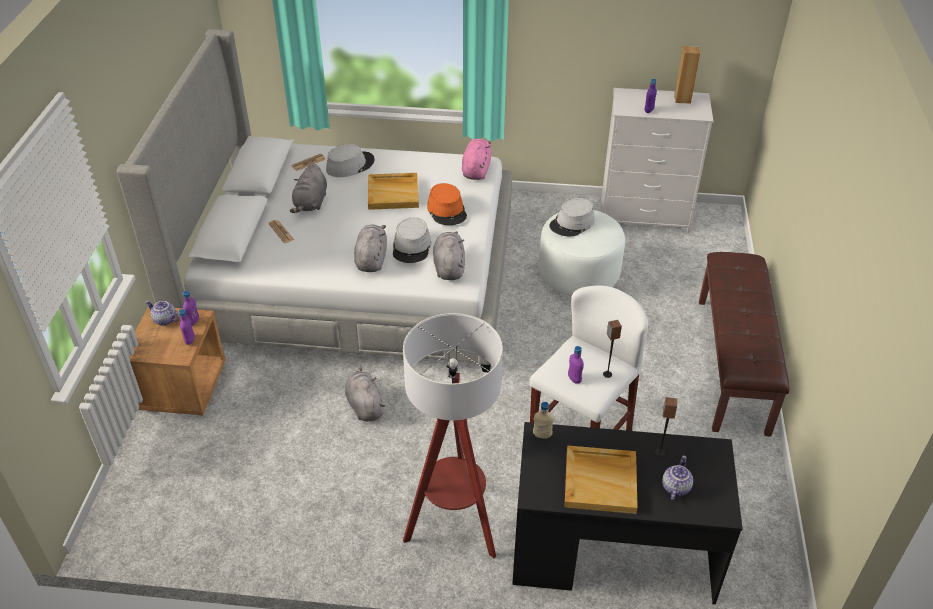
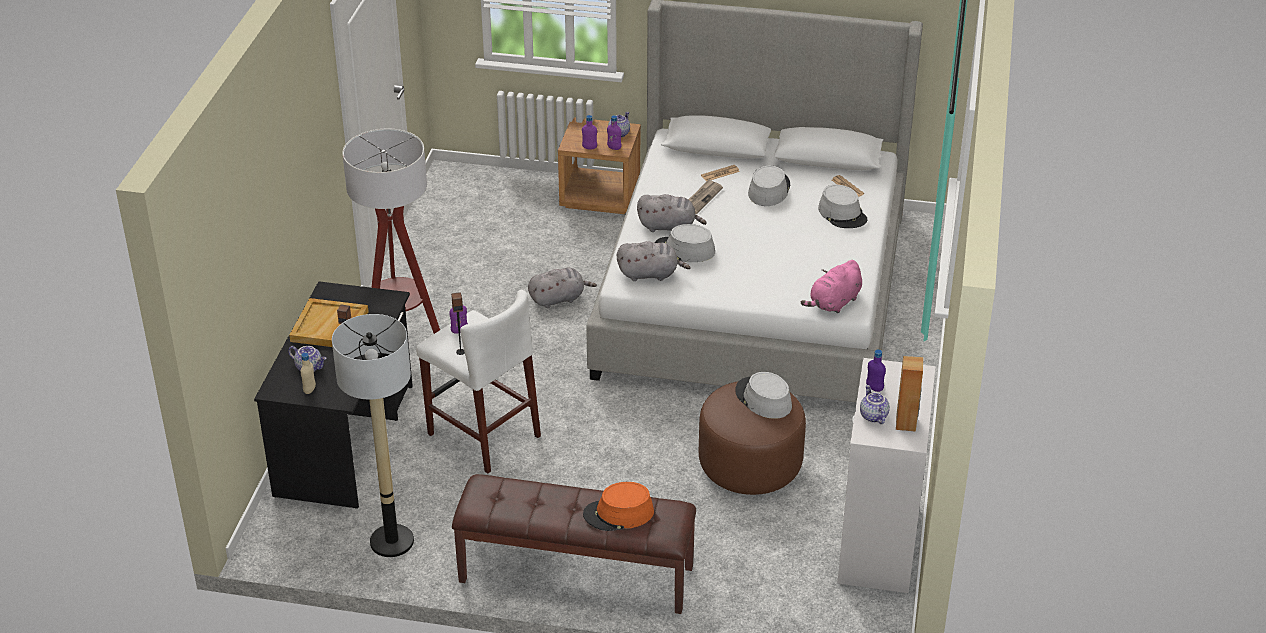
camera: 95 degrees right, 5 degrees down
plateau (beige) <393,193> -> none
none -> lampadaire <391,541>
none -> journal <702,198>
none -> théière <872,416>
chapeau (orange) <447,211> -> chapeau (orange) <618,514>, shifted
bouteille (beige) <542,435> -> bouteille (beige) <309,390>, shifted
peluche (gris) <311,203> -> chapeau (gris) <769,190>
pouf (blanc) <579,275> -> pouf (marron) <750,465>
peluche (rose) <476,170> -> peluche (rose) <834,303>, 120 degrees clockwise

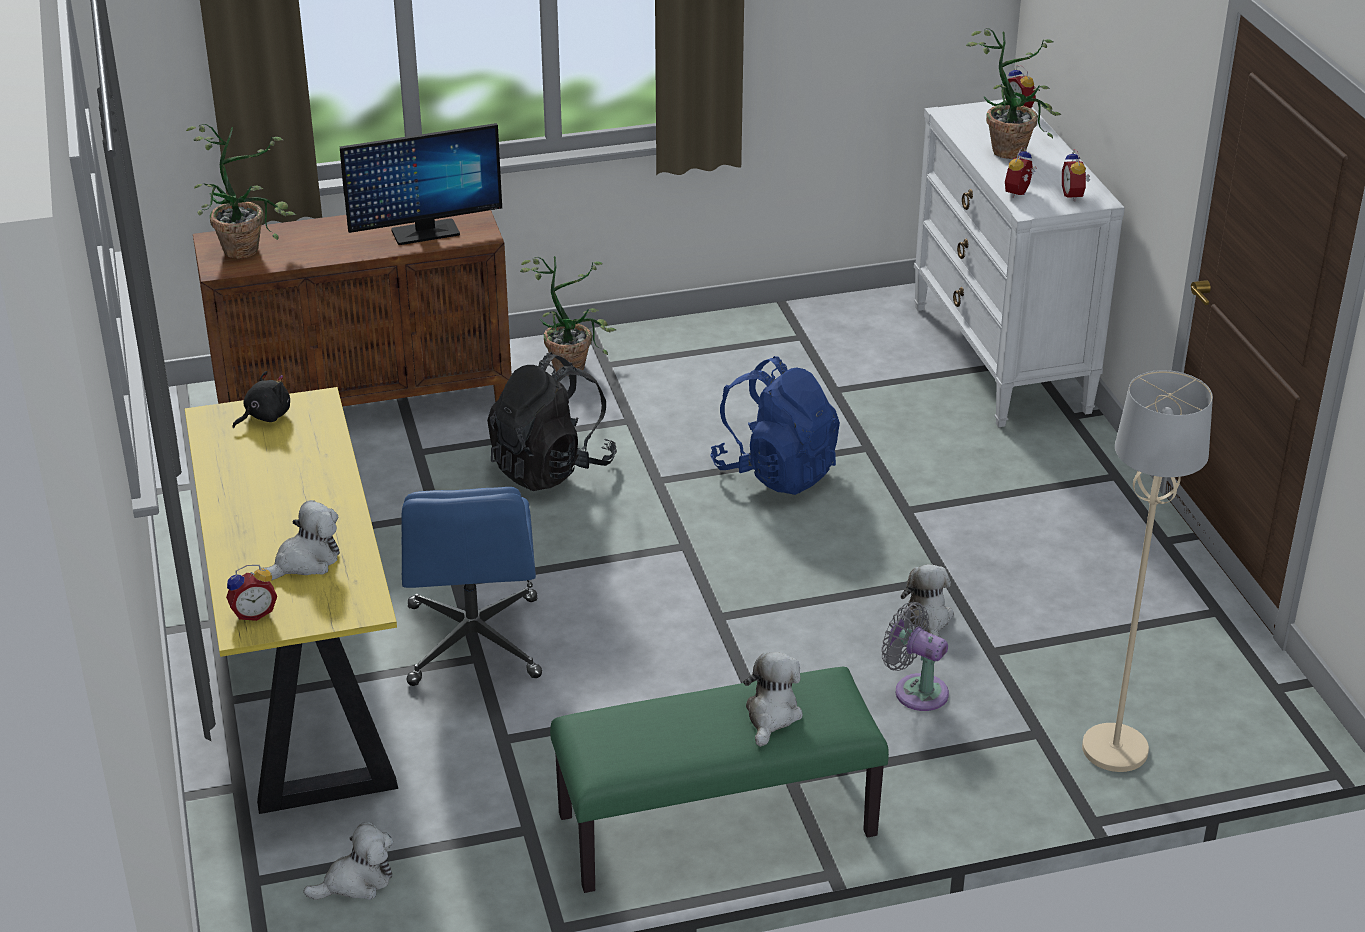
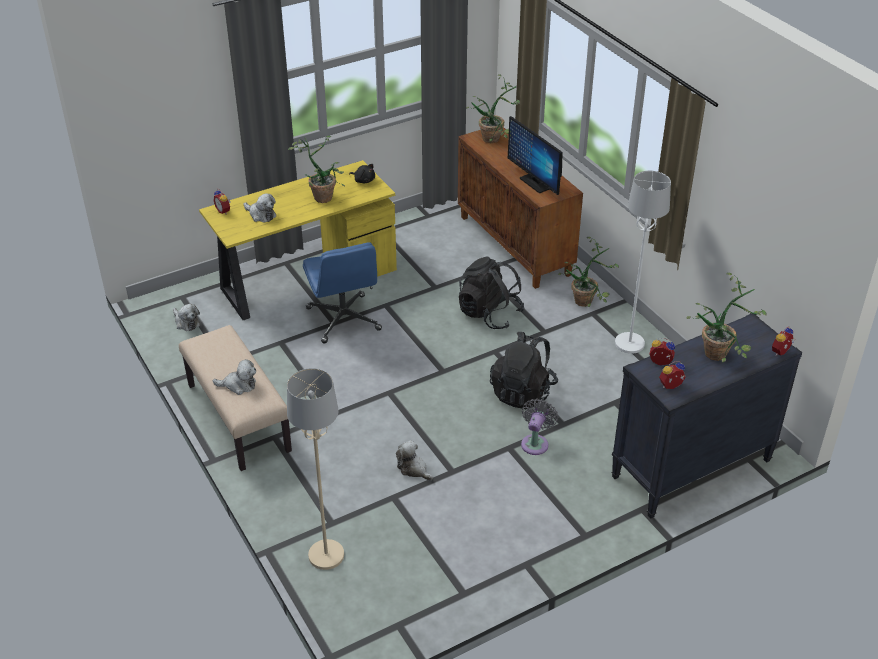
camera: 75 degrees right, 5 degrees up
none -> plante en pot <323,195>
none -> lampadaire (blanc) <630,344>
ventilateur (gris) <916,690> -> ventilateur (gris) <535,442>, shifted
banc (vert) <716,827> -> banc (beige) <237,418>
sac à dos (bleu) <776,471> -> sac à dos (noir) <523,392>
commode (blanc) <1001,358> -> commode (noir) <691,469>
chaise de bureau (bleu) <474,643> -> chaise de bureau (bleu) <344,319>, 90 degrees counterclockwise
peluche <928,619> -> peluche <413,469>, 120 degrees counterclockwise

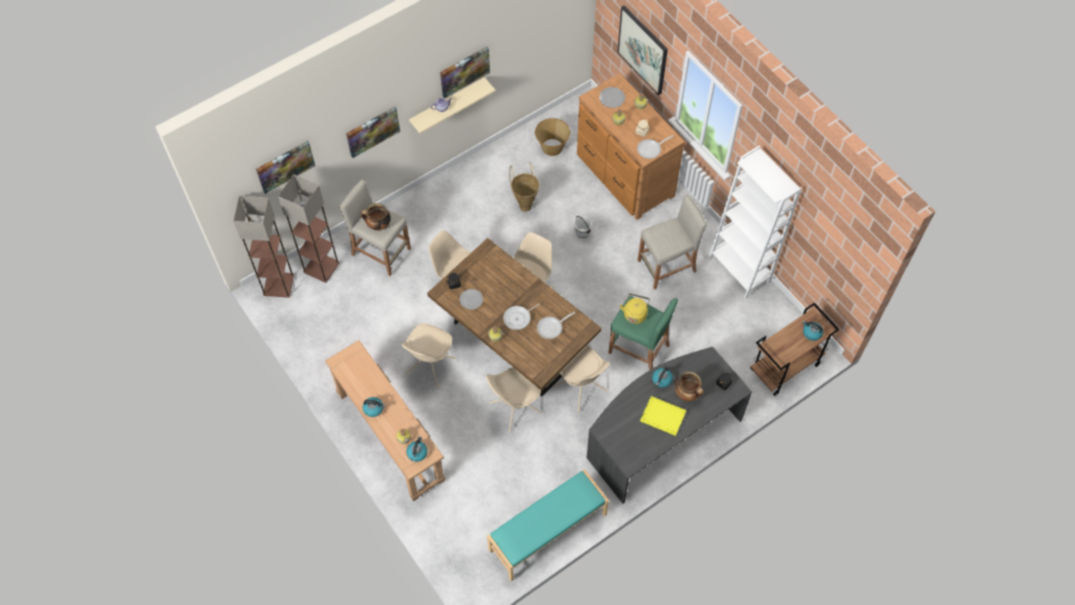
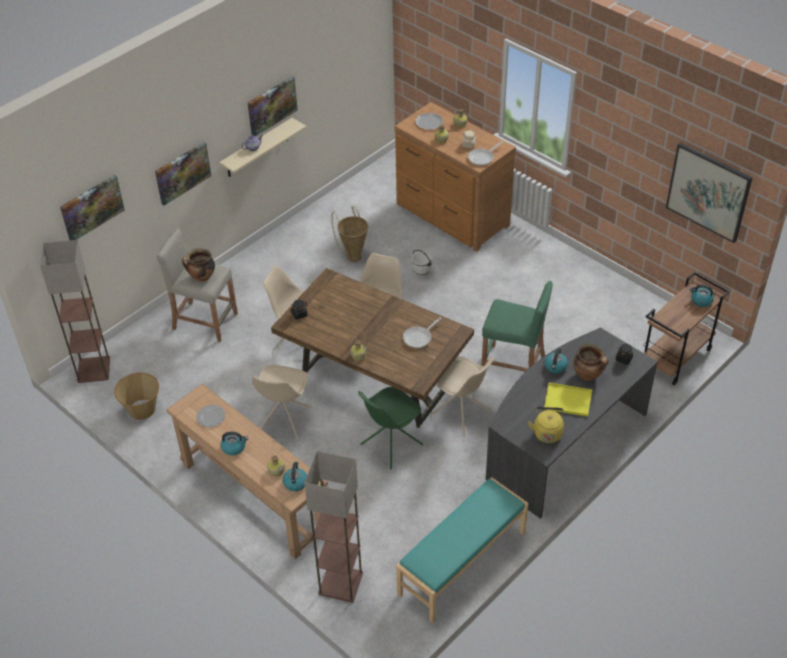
camera: 10 degrees left, 15 degrees down
poêle <518,318> -> none
tabouret (beige) <667,266> -> none
bibliothèque (blanc) <739,270> -> none
lampadaire <322,267> -> lampadaire <341,583>, shifted
assiette <471,299> -> assiette <210,417>, shifted
panier <552,147> -> panier <142,409>, shifted
tableau <643,49> -> tableau <708,192>, shifted
bouilloire (jaune) <635,313> -> bouilloire (jaune) <547,432>, shifted
chaise (beige) <514,408> -> chaise (vert) <390,445>

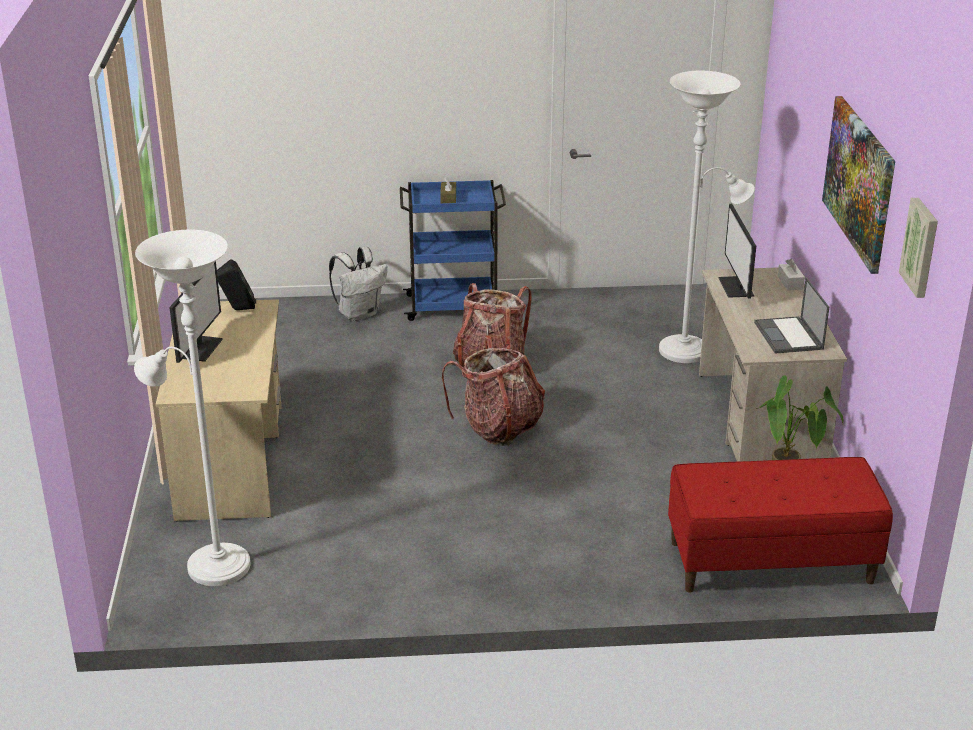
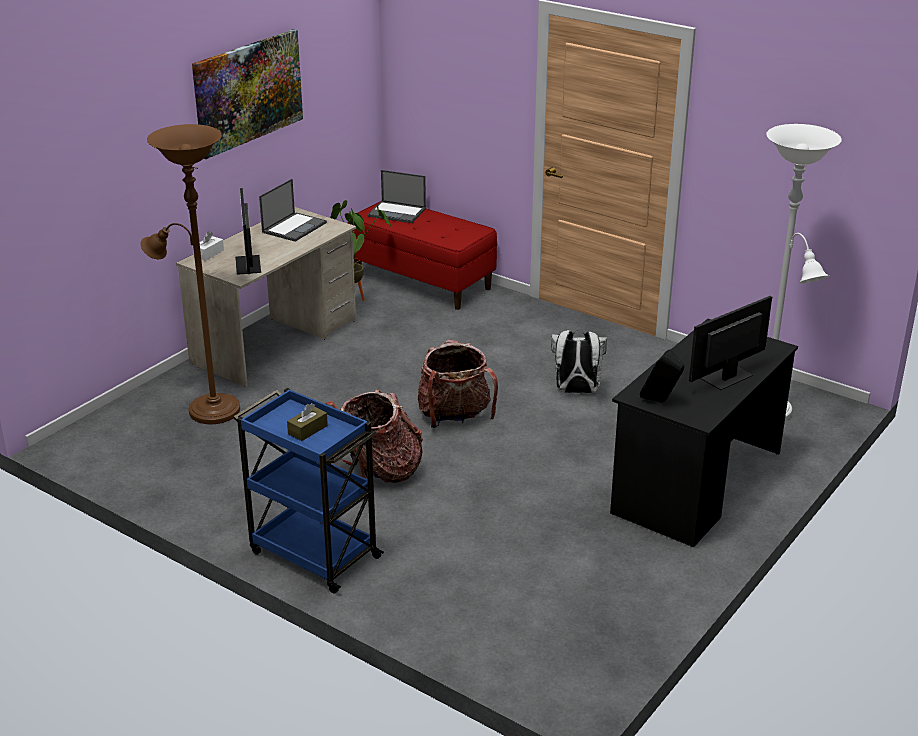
camera: 140 degrees left, 0 degrees up
tableau <921,247> -> none
none -> ordinateur portable <397,212>
sac à dos (blanc) <359,314> -> sac à dos (blanc) <576,391>, shifted
bureau (beige) <231,461> -> bureau (noir) <697,483>
lampadaire (blanc) <690,349> -> lampadaire (marron) <208,409>
écran d'ordinateur <737,287> -> écran d'ordinateur <249,265>, 135 degrees clockwise

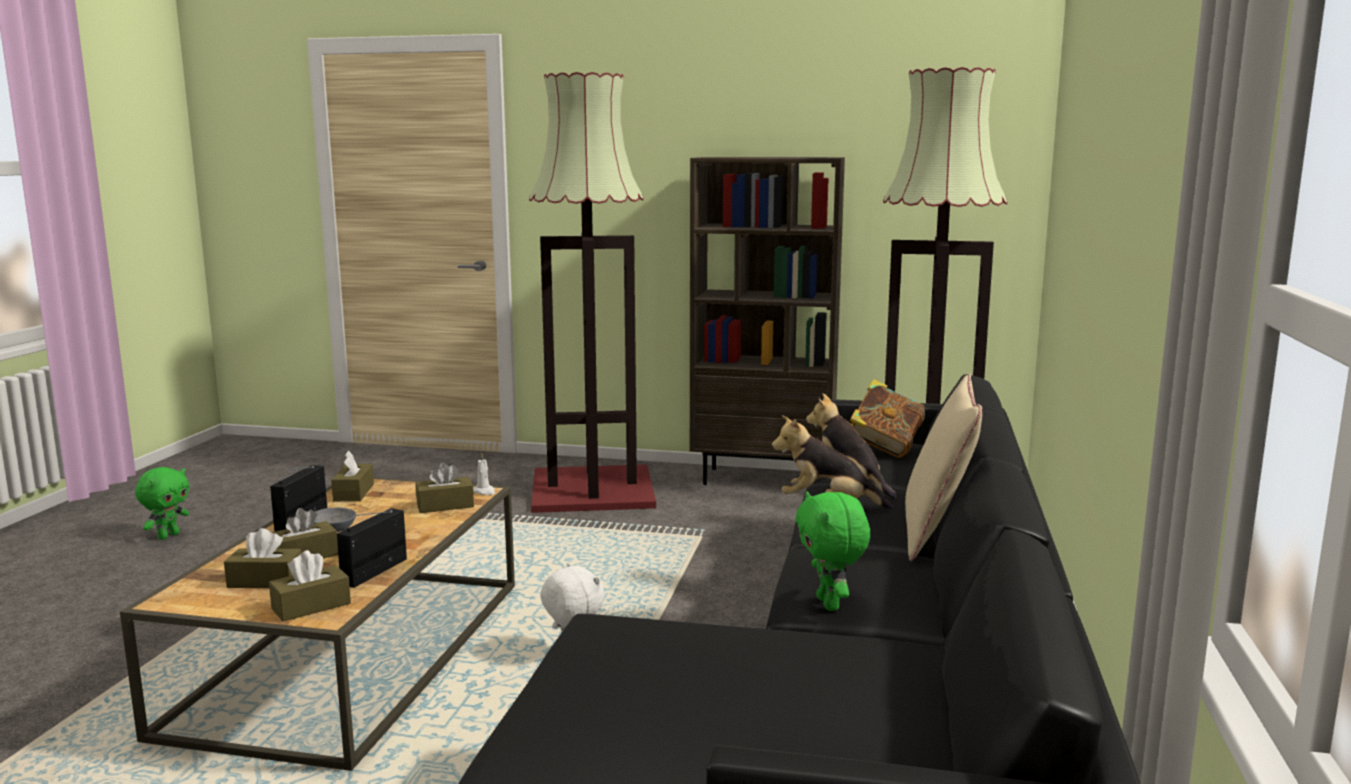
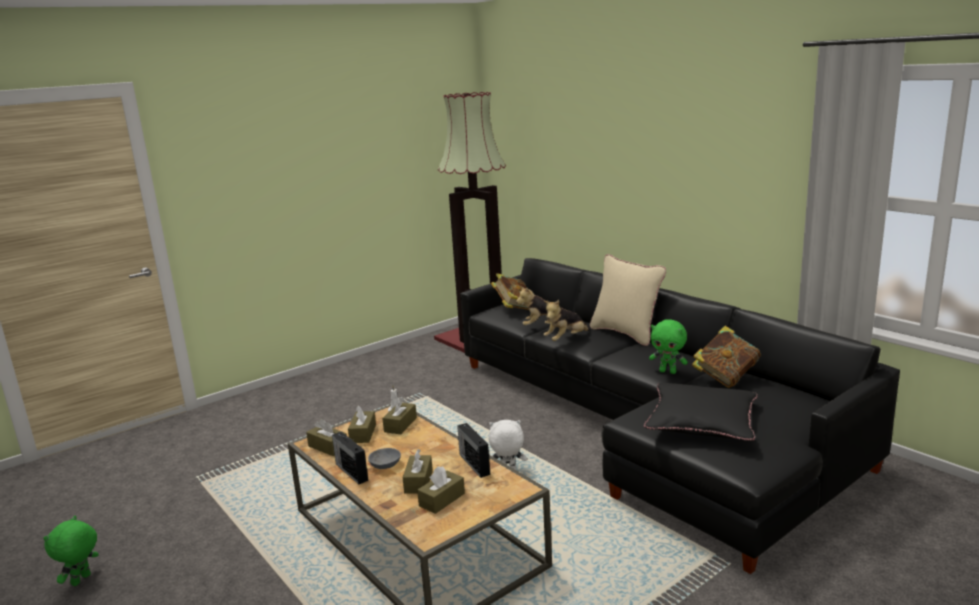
camera: 50 degrees left, 5 degrees up
lampadaire <594,489> -> none
bibliothèque (marron) <763,479> -> none
none -> coussin (noir) <701,421>
none -> livre <725,377>
boîte à mouchoirs (marron) <311,606> -> boîte à mouchoirs (marron) <363,434>, shifted
peluche (vert) <168,536> -> peluche (vert) <82,580>, 135 degrees counterclockwise

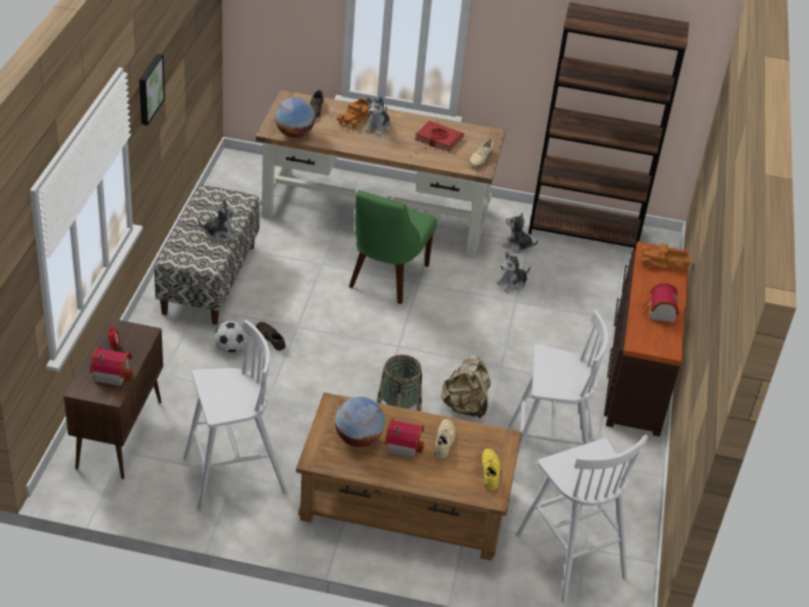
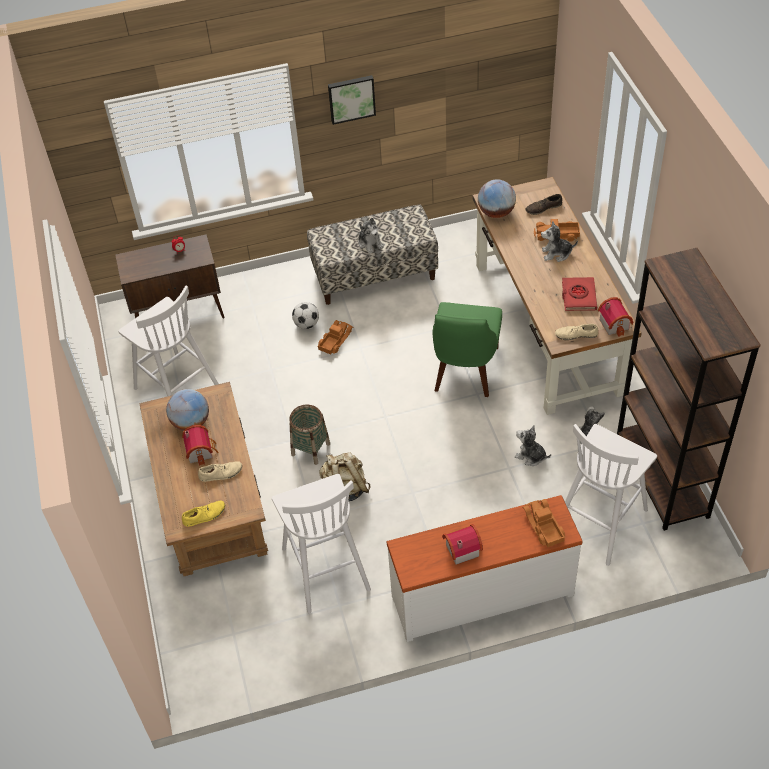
camera: 70 degrees right, 10 degrees up
maison miniature <112,373> -> maison miniature <615,323>, shifted
tabouret (blanc) <569,555> -> tabouret (blanc) <601,520>, shifted
chaussure (marron) <271,338> -> camion jouet <335,340>
commode (marron) <636,372> -> commode (blanc) <481,593>
chaise (vert) <386,278> -> chaise (vert) <465,372>, 75 degrees counterclockwise

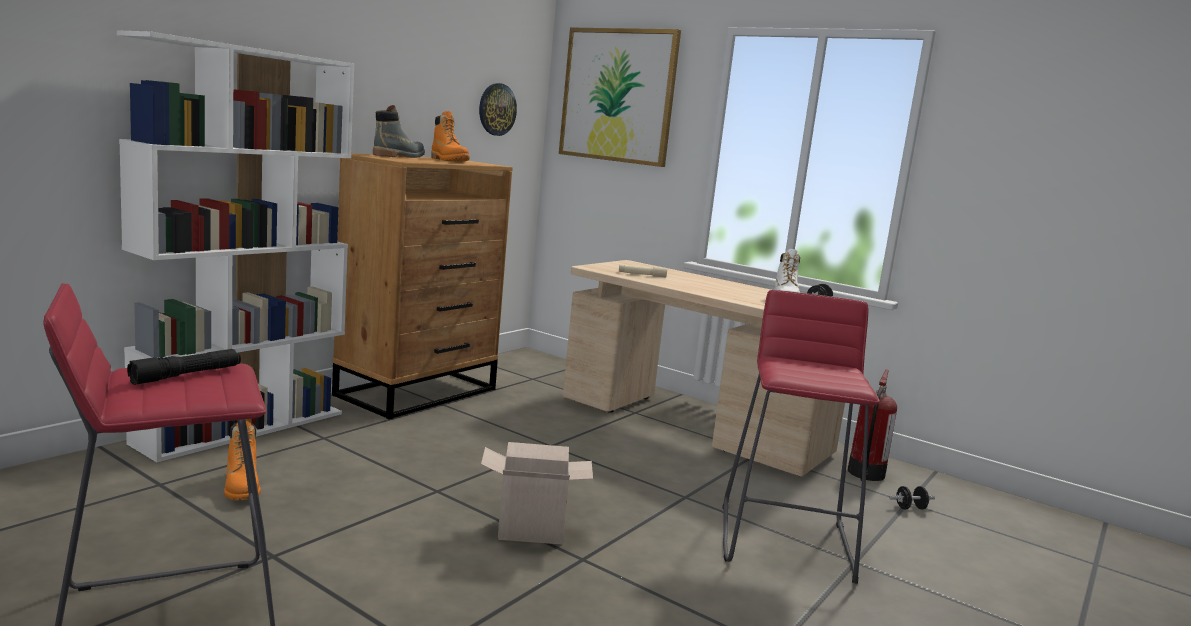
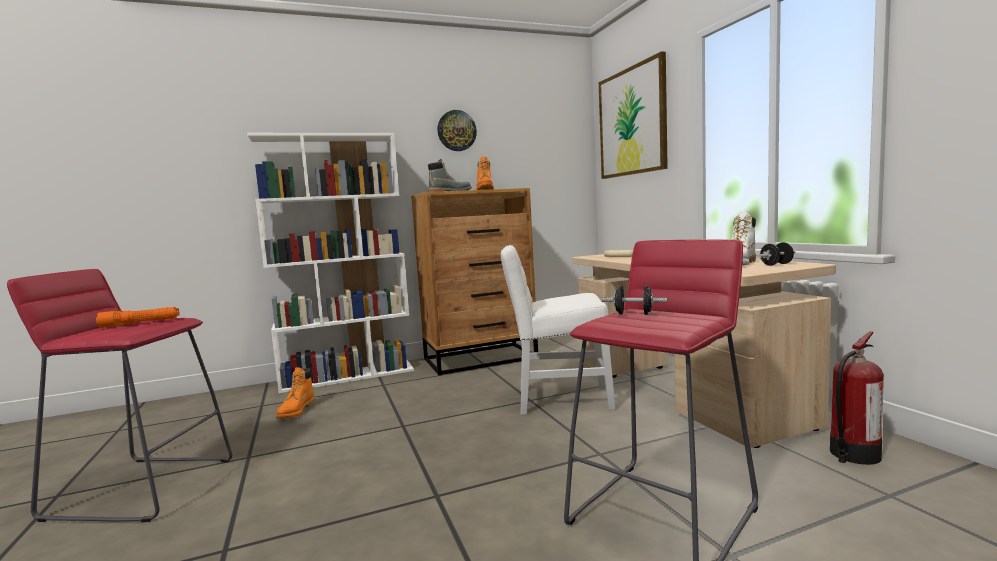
camera: 35 degrees right, 5 degrees down
carton <533,530> -> none
none -> chaise (blanc) <558,399>
horloge murale <497,109> -> horloge murale <456,131>, shifted
haltère (noir) <910,508> -> haltère (noir) <633,314>, shifted
lampe de poche (noir) <186,375> -> lampe de poche (orange) <140,323>

